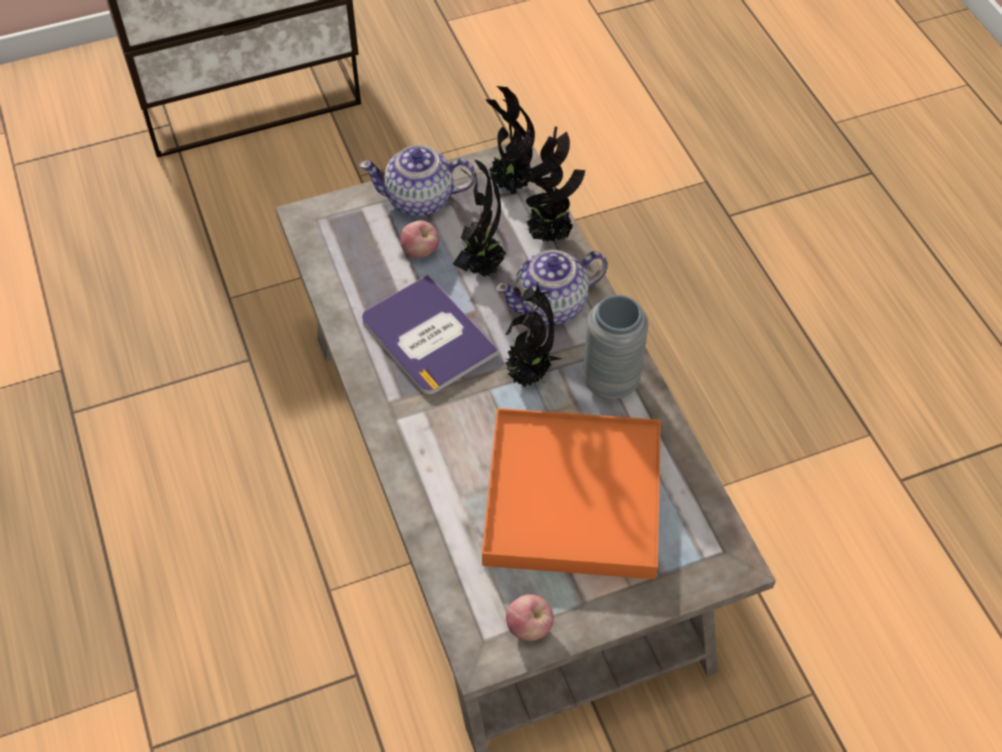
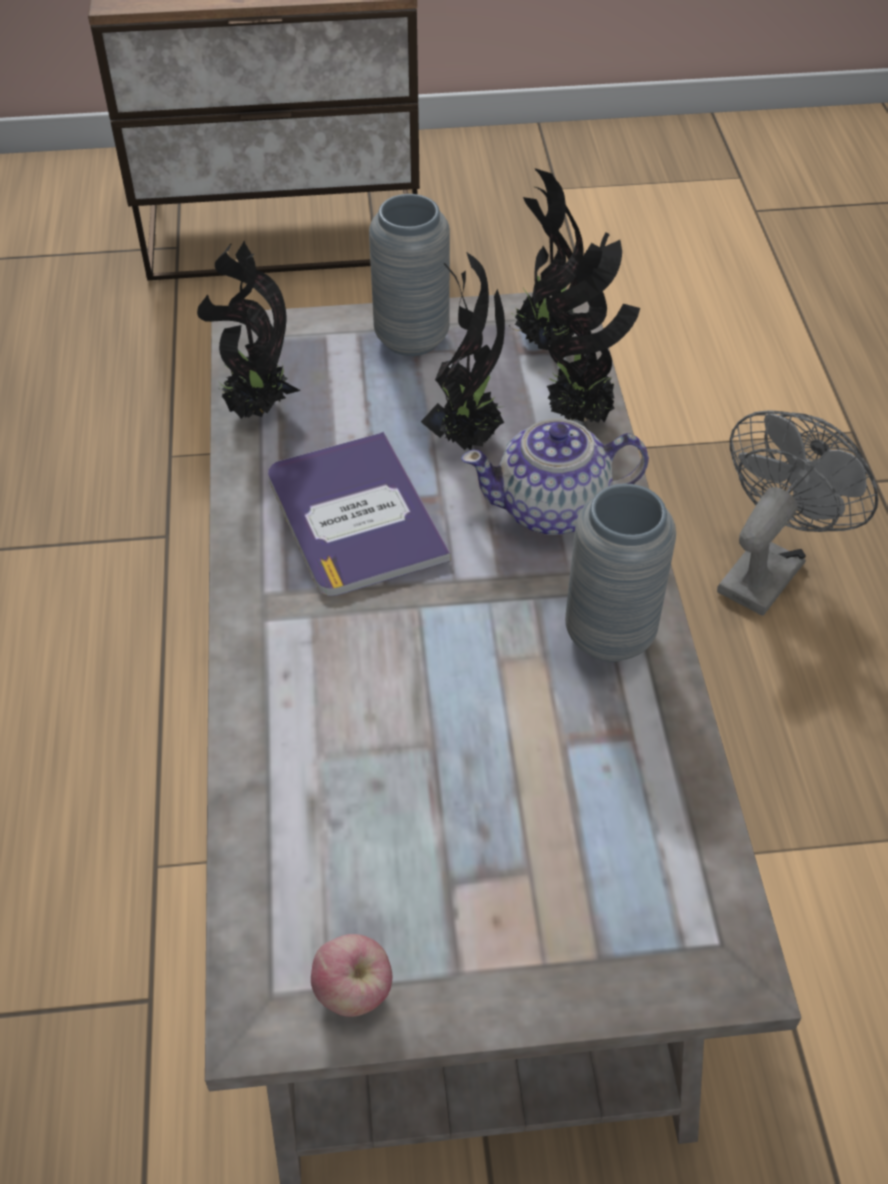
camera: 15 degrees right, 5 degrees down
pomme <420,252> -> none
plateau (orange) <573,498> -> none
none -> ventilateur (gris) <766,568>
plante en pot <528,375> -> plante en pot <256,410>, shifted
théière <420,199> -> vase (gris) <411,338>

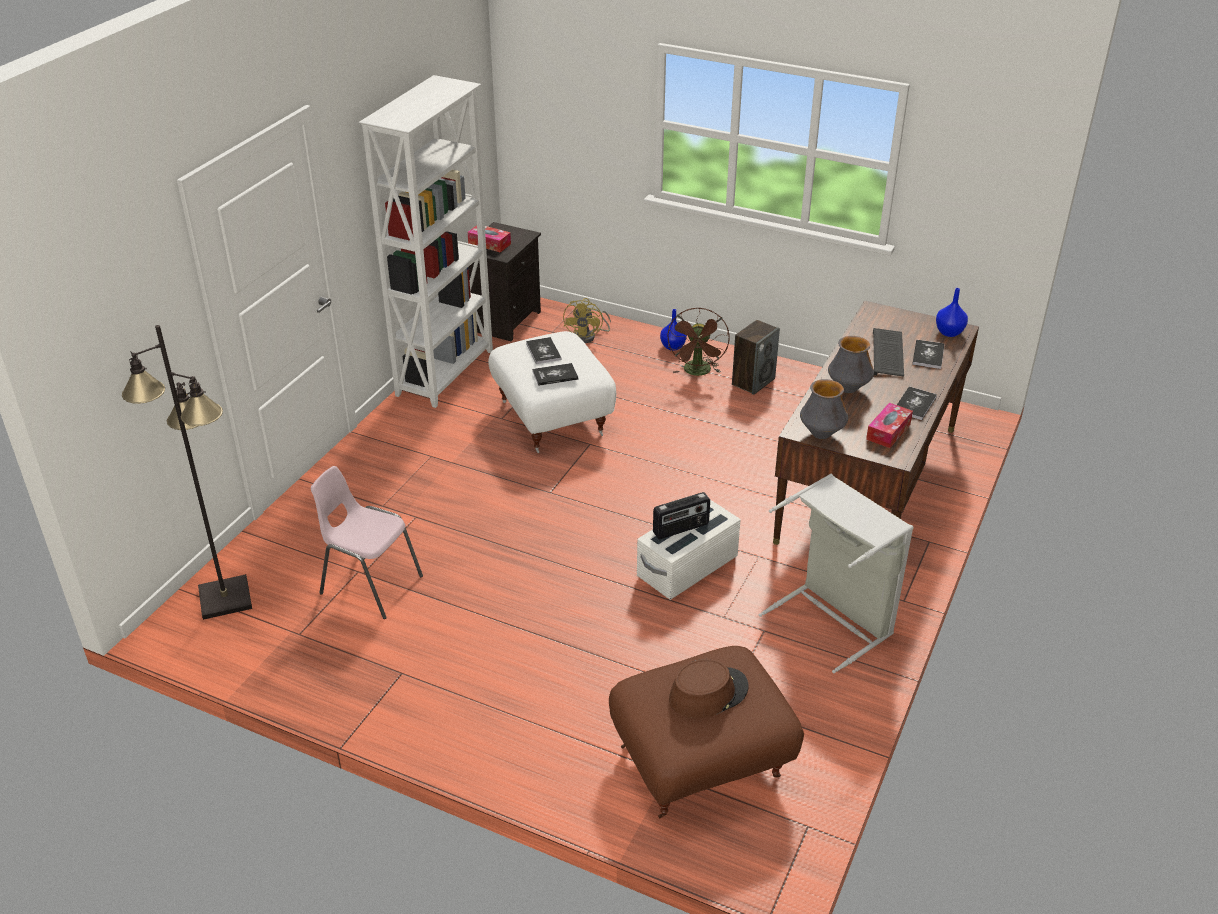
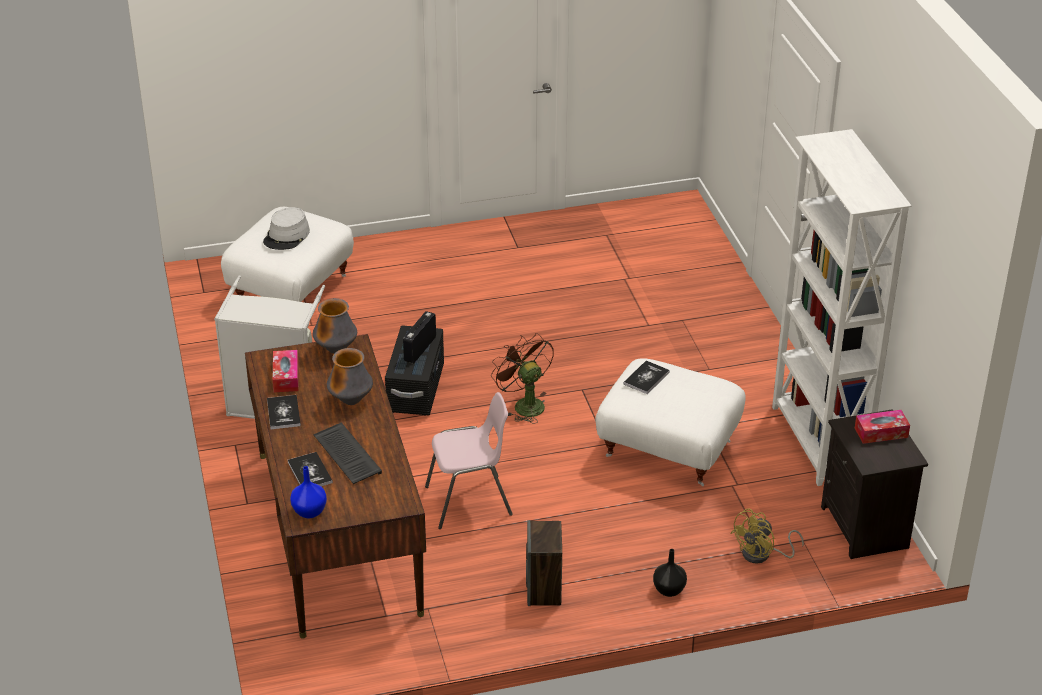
camera: 140 degrees right, 0 degrees up
lampadaire (noir) <224,598> -> none
livre <543,351> -> none
chaise (rose) <370,585> -> chaise (rose) <470,502>, shifted
ventilateur (marron) <698,372> -> ventilateur (marron) <524,404>, shifted
pouf (marron) <701,764> -> pouf (blanc) <290,290>
boîte de rangement (blanc) <687,567> -> boîte de rangement (noir) <416,388>
vase (bleu) <673,346> -> vase (noir) <669,590>
chapeau (marron) <708,693> -> chapeau (gris) <287,236>
ventilateur (jaune) <588,336> -> ventilateur (jaune) <762,555>, 105 degrees counterclockwise

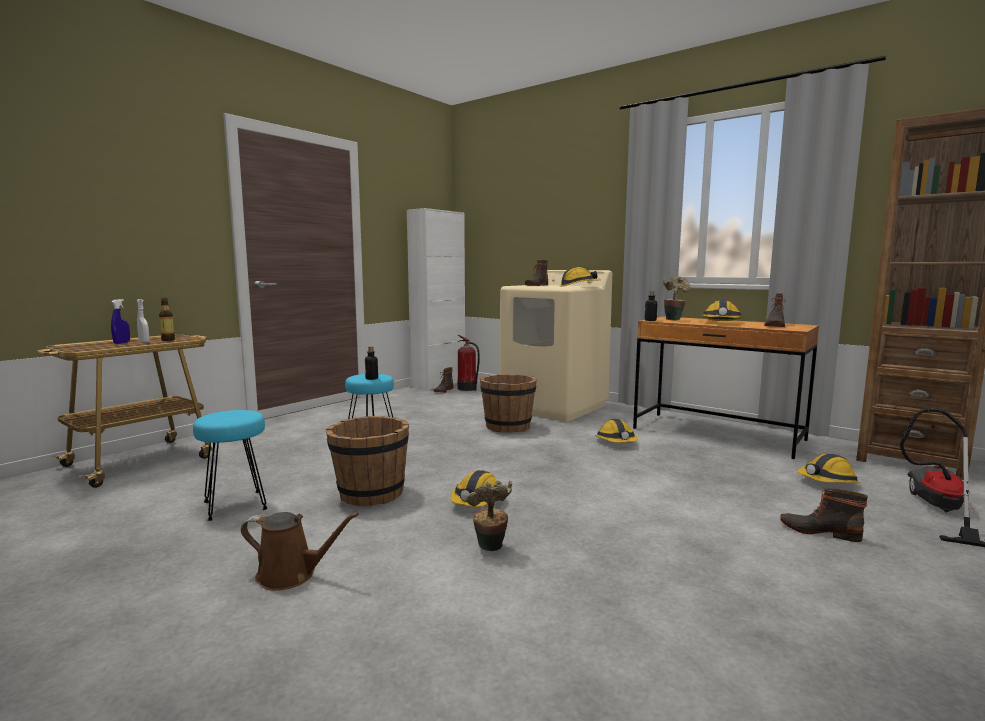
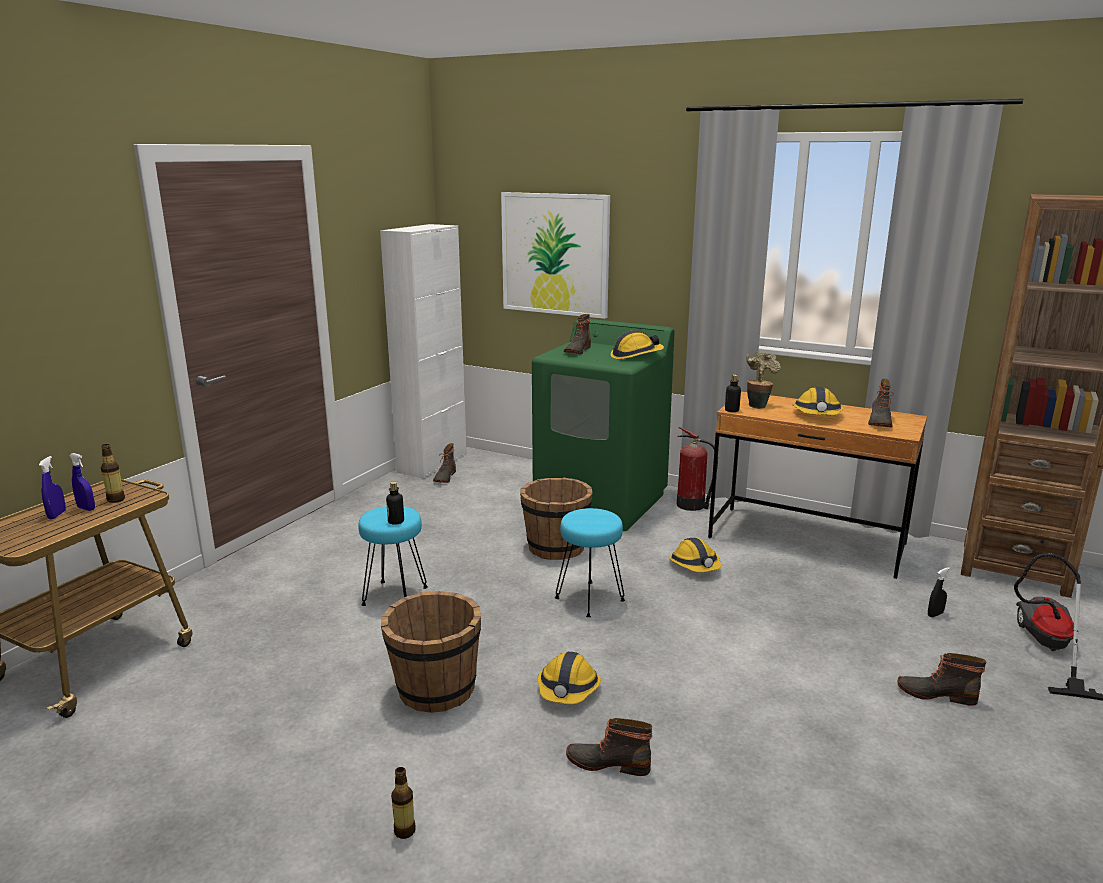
camera: 10 degrees left, 10 degrees up
none -> tableau <555,254>
tabouret (turquoise) <236,505> -> tabouret (turquoise) <590,599>, shifted
extincteur <467,389> -> extincteur <692,505>, shifted
arrosoir (marron) <291,575> -> bouteille <404,831>
plante en pot <490,548> -> botte <608,762>
casque de chantier <827,482> -> vaporisateur (noir) <935,614>
vaporisateur (blanc) <144,342> -> vaporisateur (bleu) <86,508>
lave-linge (beige) <554,407> -> lave-linge (vert) <601,502>

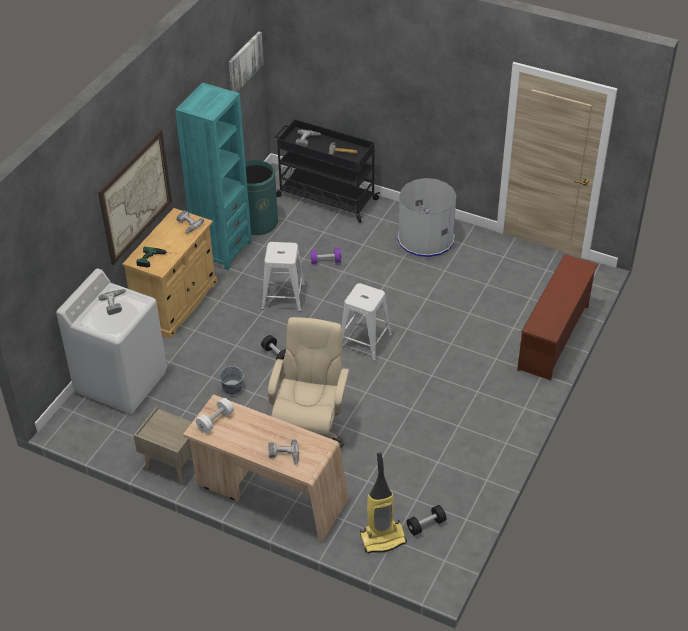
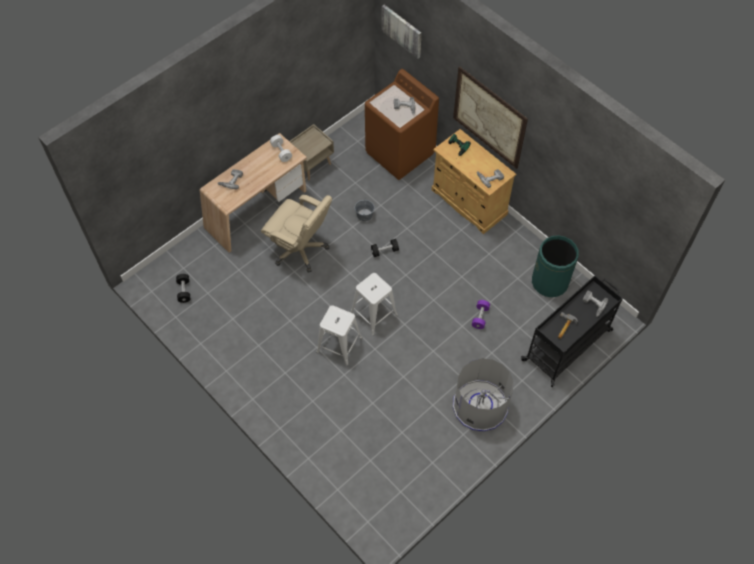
camera: 110 degrees right, 15 degrees up
bibliothèque (turquoise) <222,250> -> none
aspirateur <383,538> -> none
étagère à chaussures (marron) <554,338> -> none
tableau <244,62> -> tableau <402,30>, shifted
tabouret (blanc) <283,296> -> tabouret (blanc) <339,345>, shifted
lave-linge (blanc) <121,381> -> lave-linge (marron) <400,153>

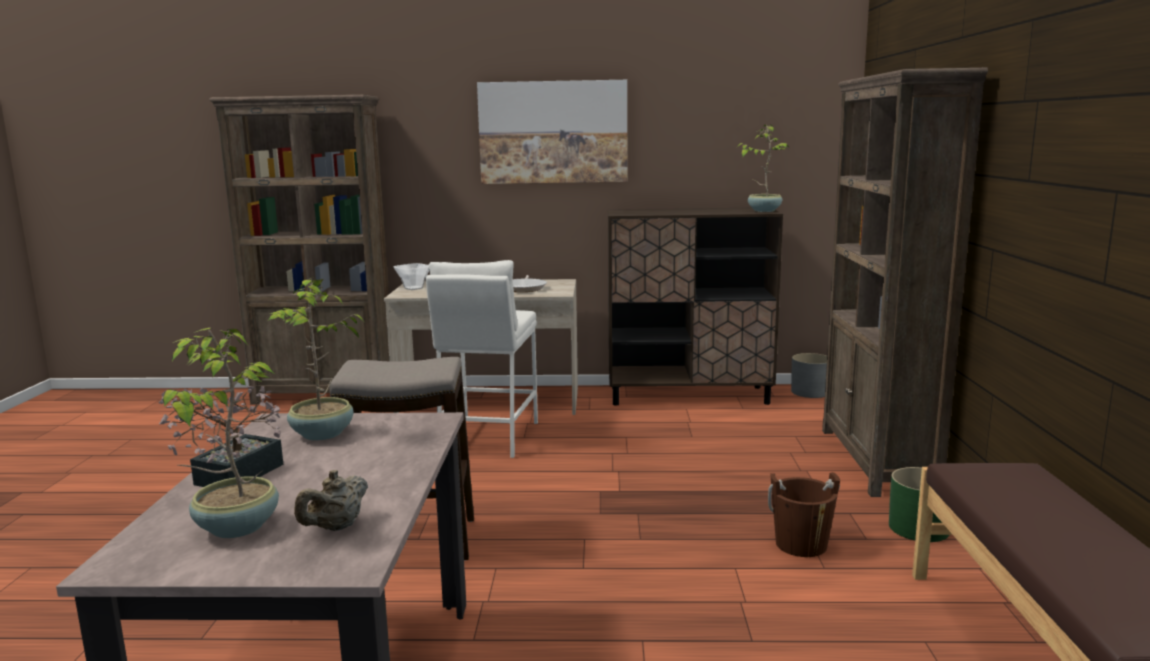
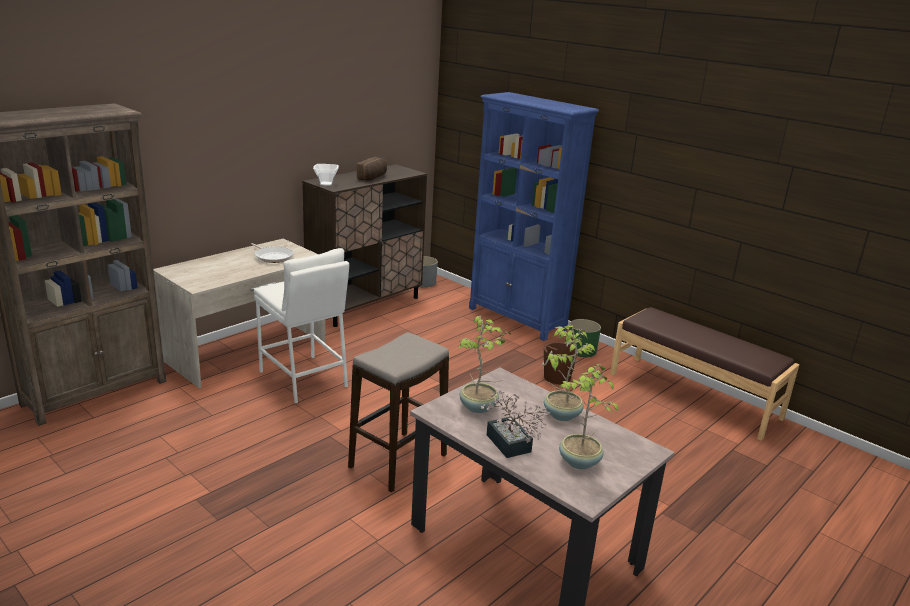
camera: 50 degrees left, 10 degrees up
théière (beige) <336,527> -> none
tableau <553,132> -> none
none -> pain <373,177>
bol <413,288> -> bol <326,184>, shifted
plante en pot <764,211> -> plante en pot <561,414>, shifted
bibliothèque (marron) <877,461> -> bibliothèque (bleu) <517,319>

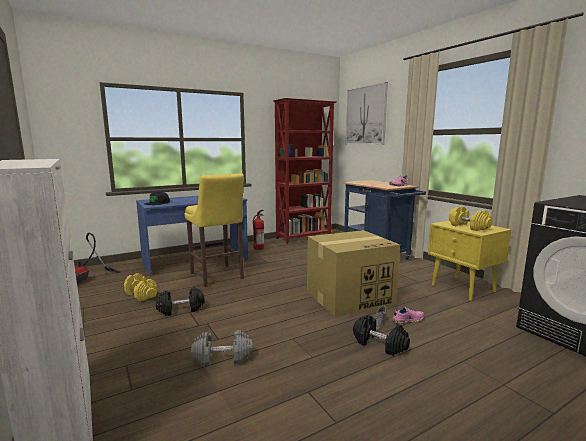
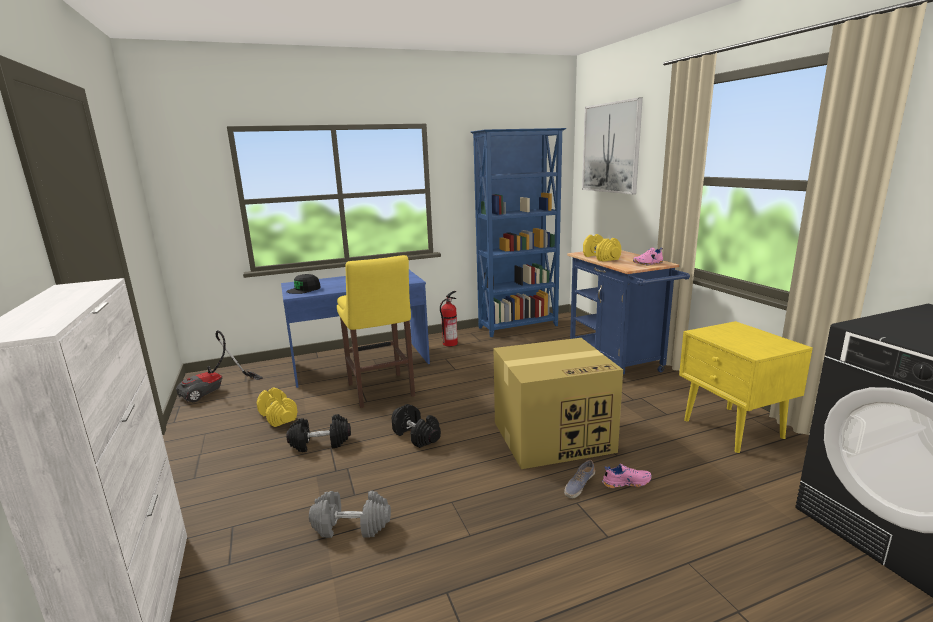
camera: 10 degrees right, 5 degrees up
haltère (noir) <380,344> -> haltère (noir) <416,436>, shifted
haltère (jaune) <468,227> -> haltère (jaune) <600,257>, shifted
bibliothèque (rouge) <304,237> -> bibliothèque (bleu) <519,327>

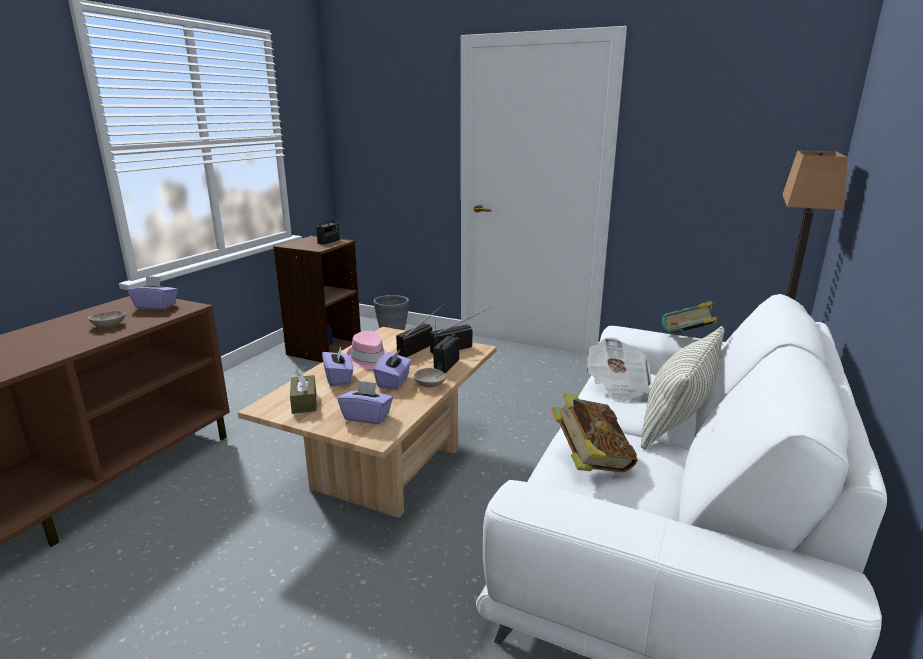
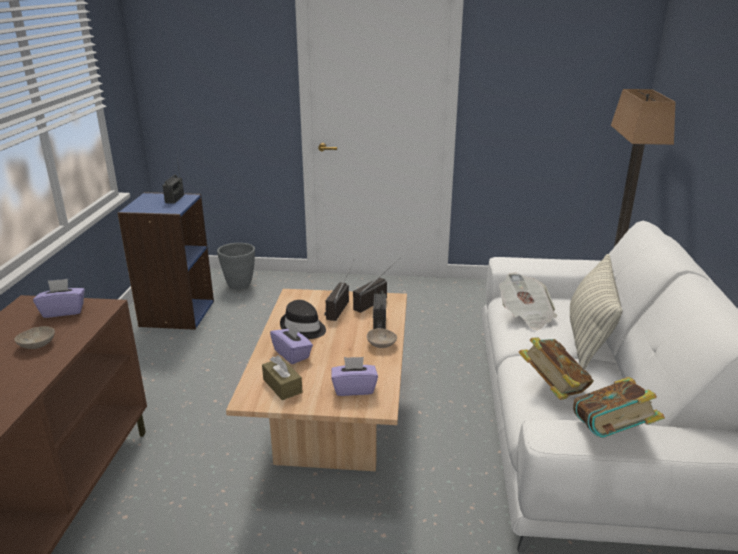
camera: 20 degrees left, 5 degrees up
boîte à mouchoirs (violet) <394,381> -> none
livre <686,342> -> livre <611,434>, shifted
bibliothèque (marron) <323,349> -> bibliothèque (bleu) <176,313>
chapeau (rose) <369,359> -> chapeau (noir) <303,328>

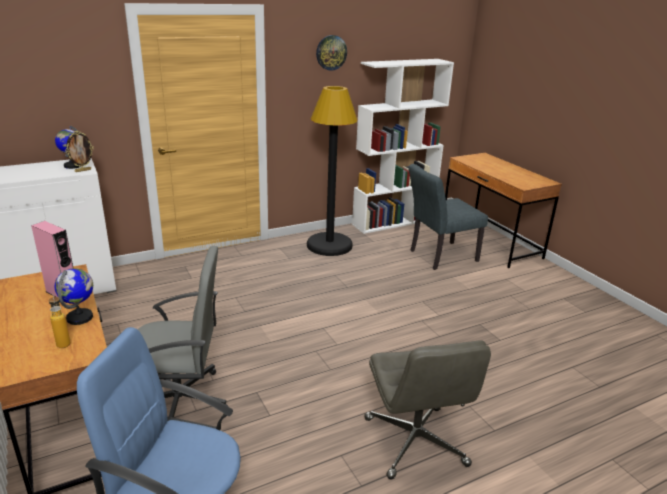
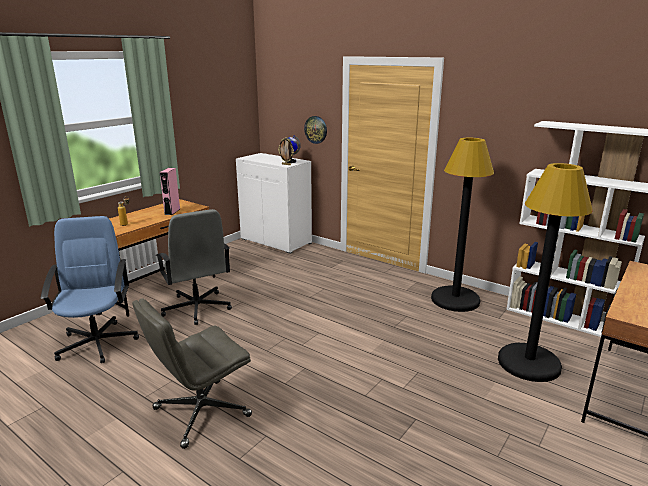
camera: 65 degrees right, 5 degrees down
globe <80,318> -> none
horloge murale <331,52> -> horloge murale <316,129>, shifted
chaise (gris) <439,256> -> lampadaire (noir) <528,363>

